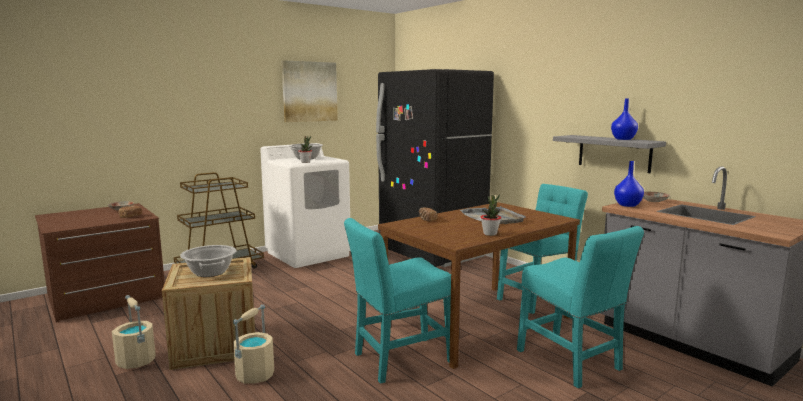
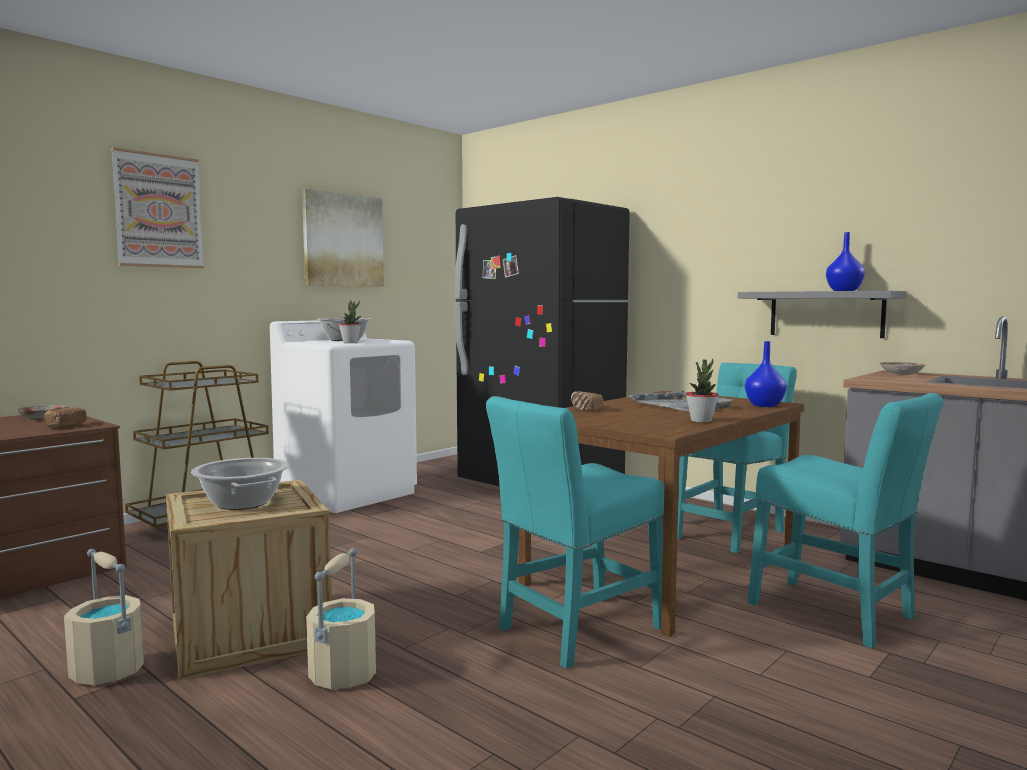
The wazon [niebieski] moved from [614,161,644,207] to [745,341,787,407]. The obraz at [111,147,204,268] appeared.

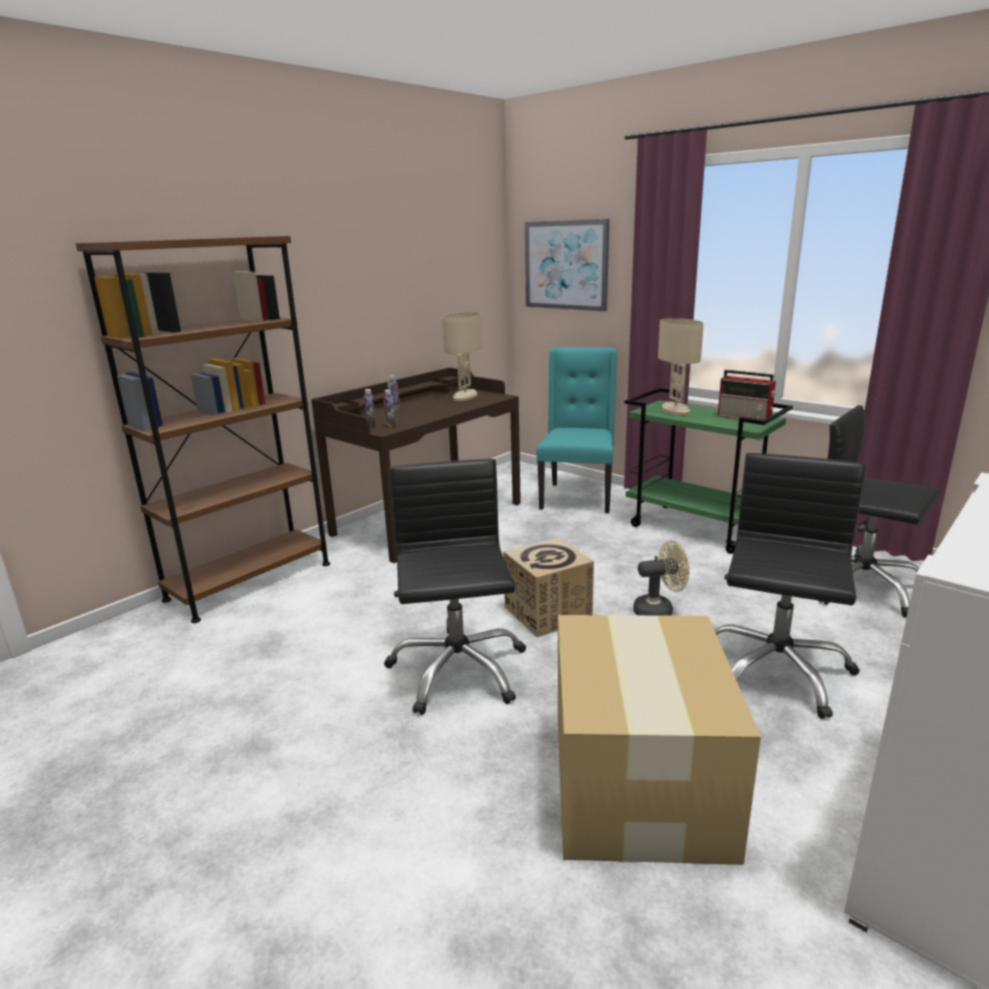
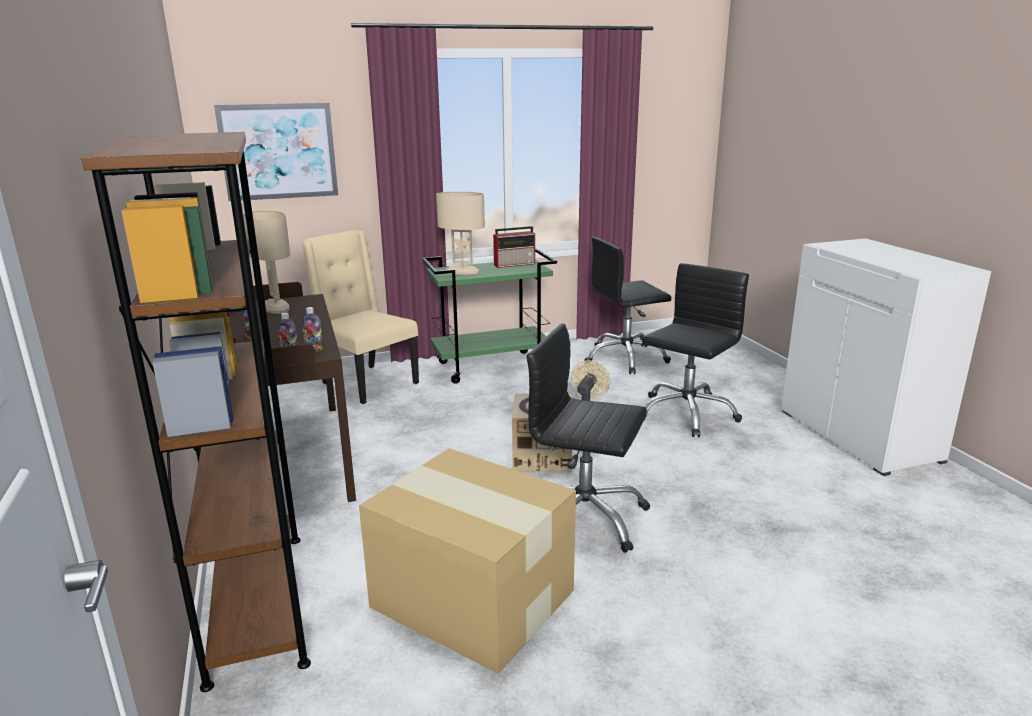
The krzesło [turkusowy] at [537,347,617,513] became the krzesło [beżowy] at [302,230,419,404]. The karton moved from [558,615,761,865] to [359,448,576,674]. The krzesło biurowe [czarny] at [715,453,866,719] turned 75 degrees clockwise.

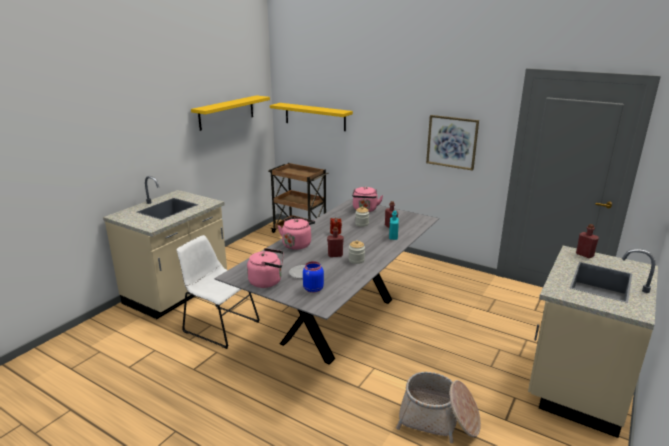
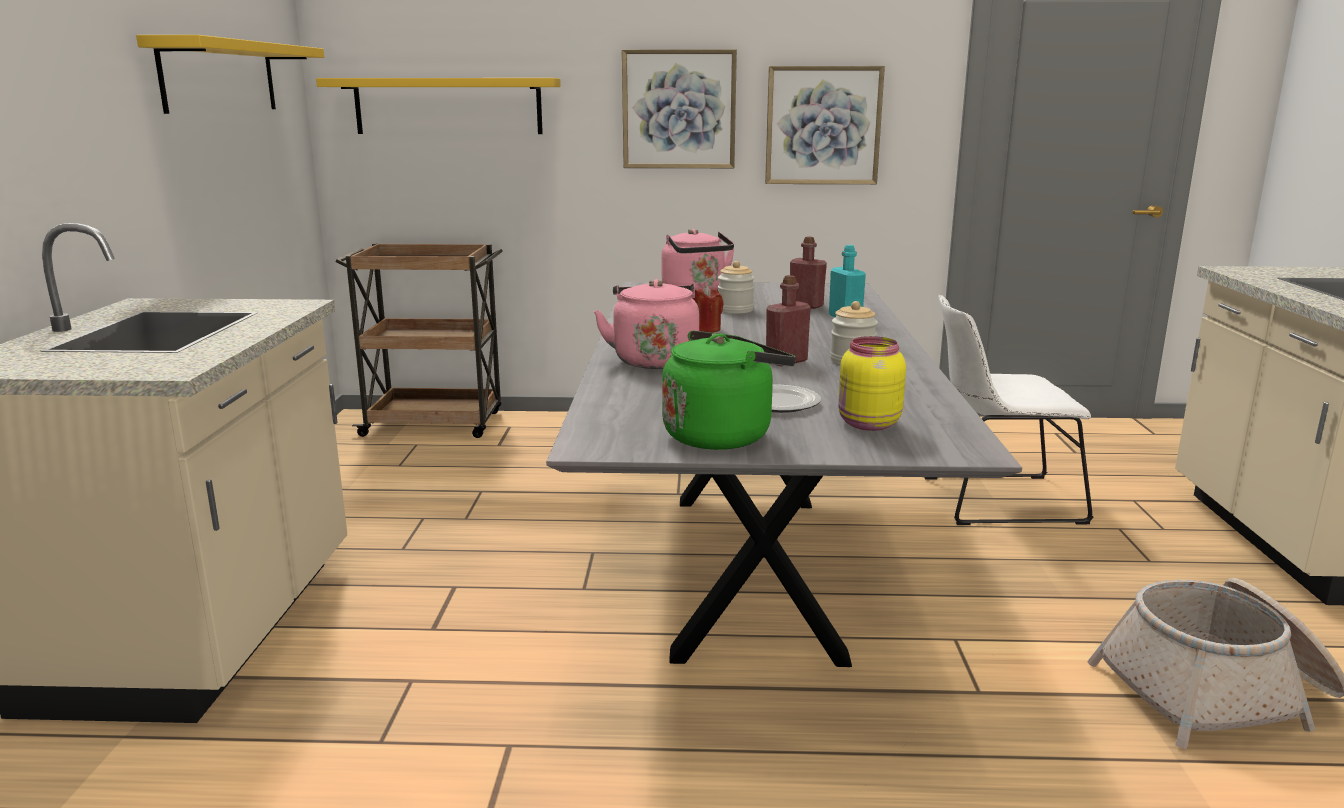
The krzesło [biały] moved from [177,235,260,349] to [925,295,1093,525]. The czajnik [różowy] at [247,248,284,288] became the czajnik [zielony] at [662,330,796,450]. The słoik [niebieski] at [303,261,324,293] became the słoik [żółty] at [838,336,906,431]. The butelka [czerwony] at [576,224,599,258] disappeared. The obraz at [622,49,737,168] appeared.

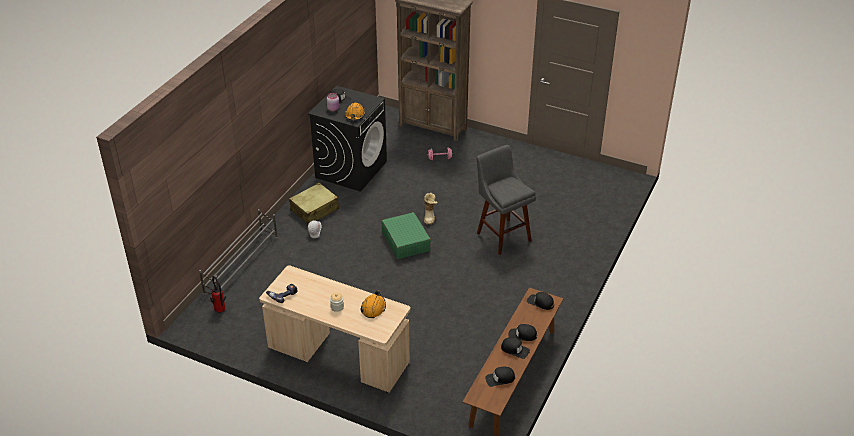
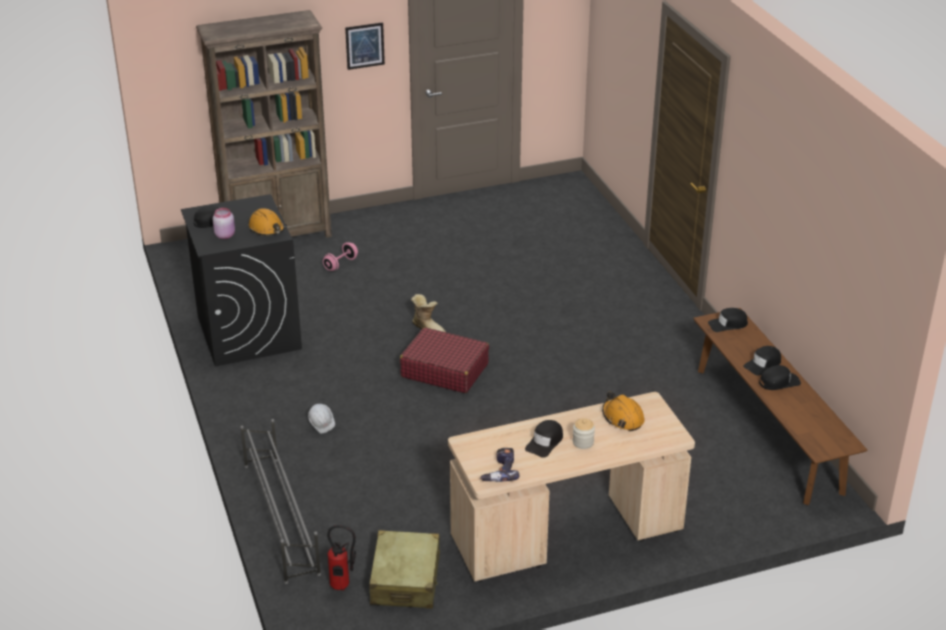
The walizka [beżowy] moved from [289,183,339,224] to [370,530,440,609]. The walizka [zielony] at [381,212,431,259] became the walizka [czerwony] at [400,327,489,393]. The stołek [szary] at [477,145,536,255] disappeared. The czapka z daszkiem [czarny] moved from [485,367,515,387] to [525,420,563,458]. The obraz at [345,22,385,70] appeared.

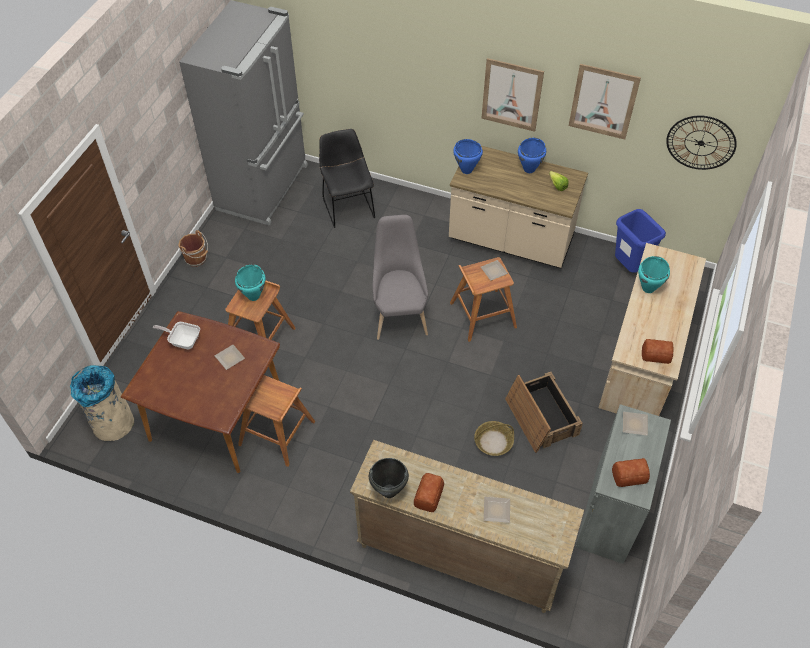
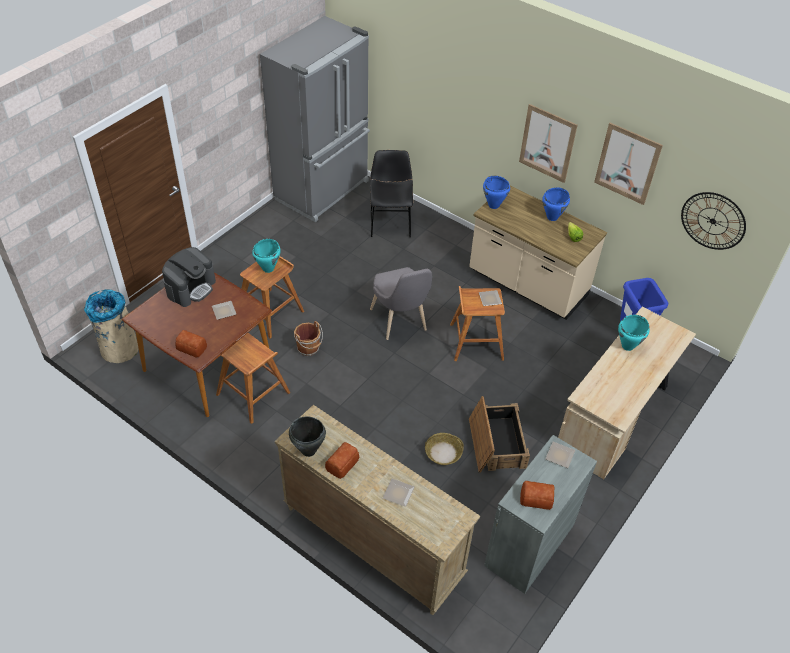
The patelnia at [153,322,200,350] was replaced by the ekspres do kawy at [162,247,216,307]. The wiadro [brązowy] moved from [178,230,208,267] to [294,321,323,356]. The krzesło [szary] at [373,215,428,340] turned 150 degrees clockwise. The chleb moved from [642,339,674,364] to [175,330,207,357].

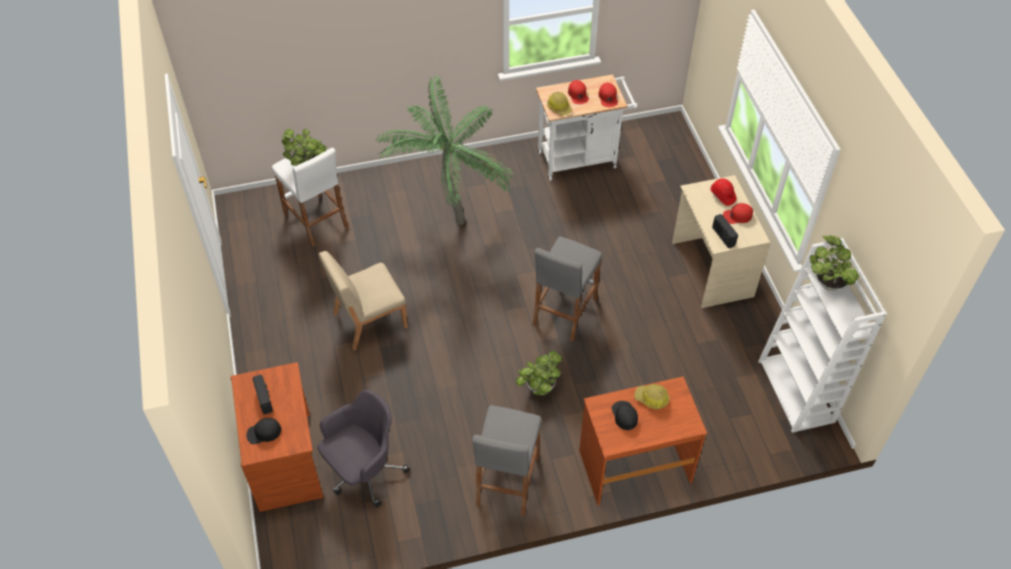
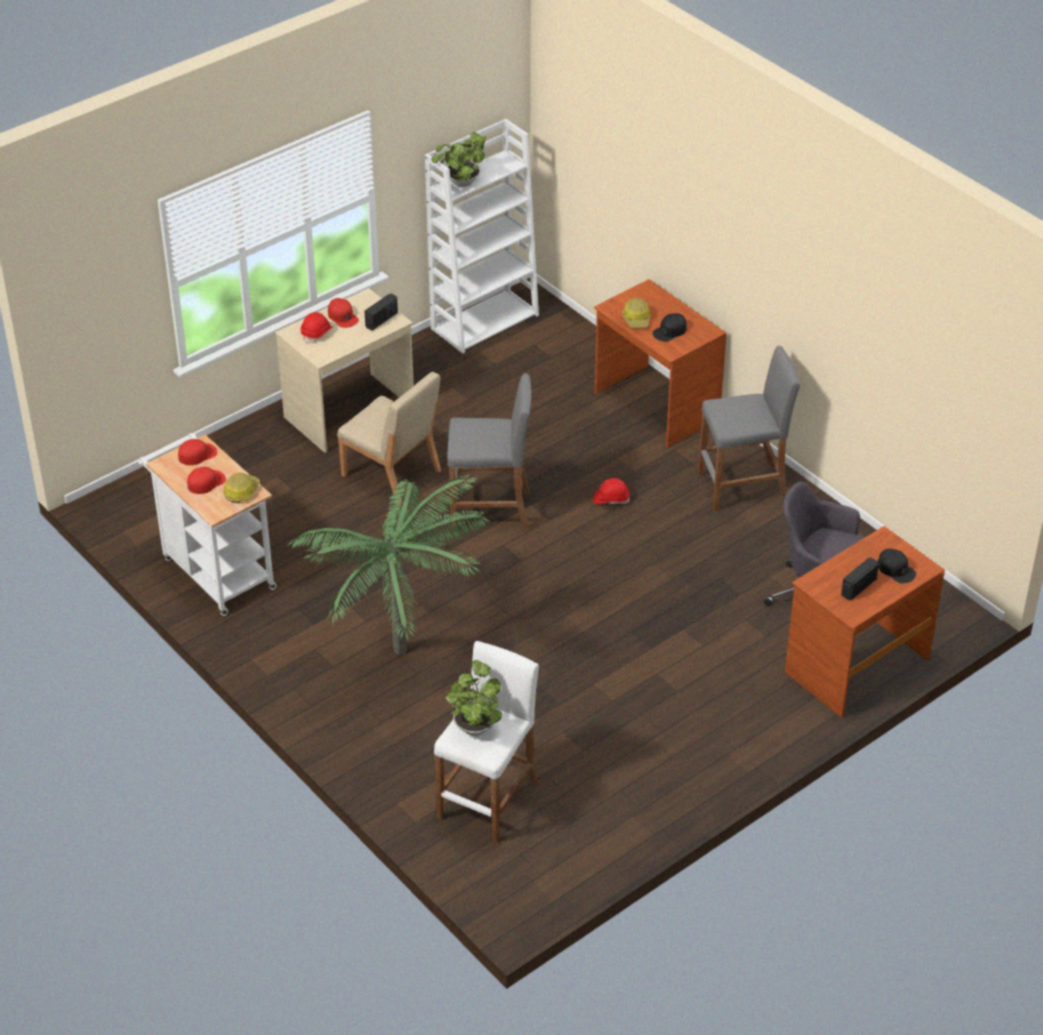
The krzesło [beżowy] moved from [318,251,408,350] to [337,372,441,505]. The roślina doniczkowa at [516,350,562,395] was replaced by the kask [czerwony] at [593,478,630,505].

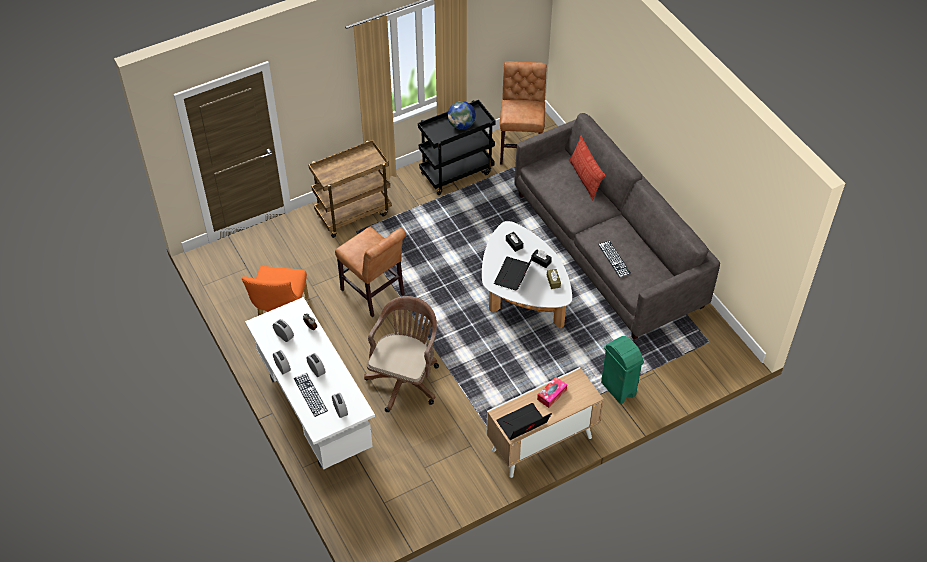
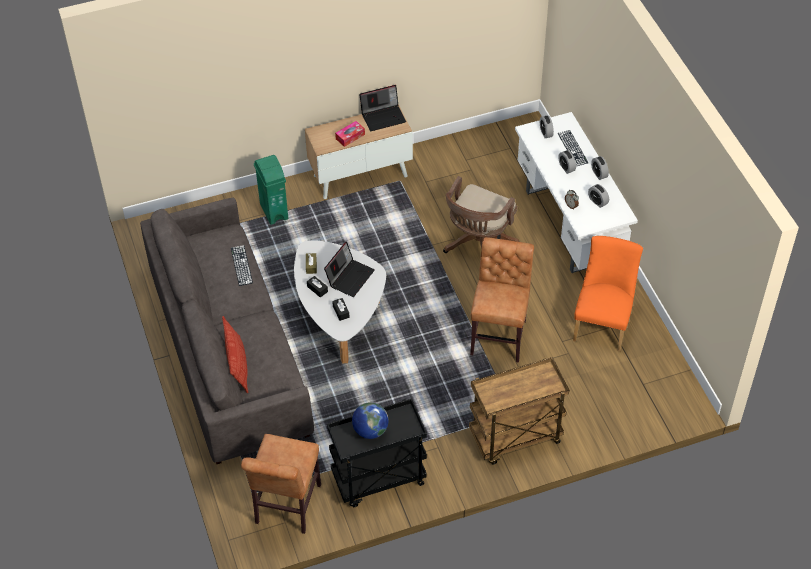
The krzesło [brązowy] at [335,226,406,317] turned 45 degrees clockwise.

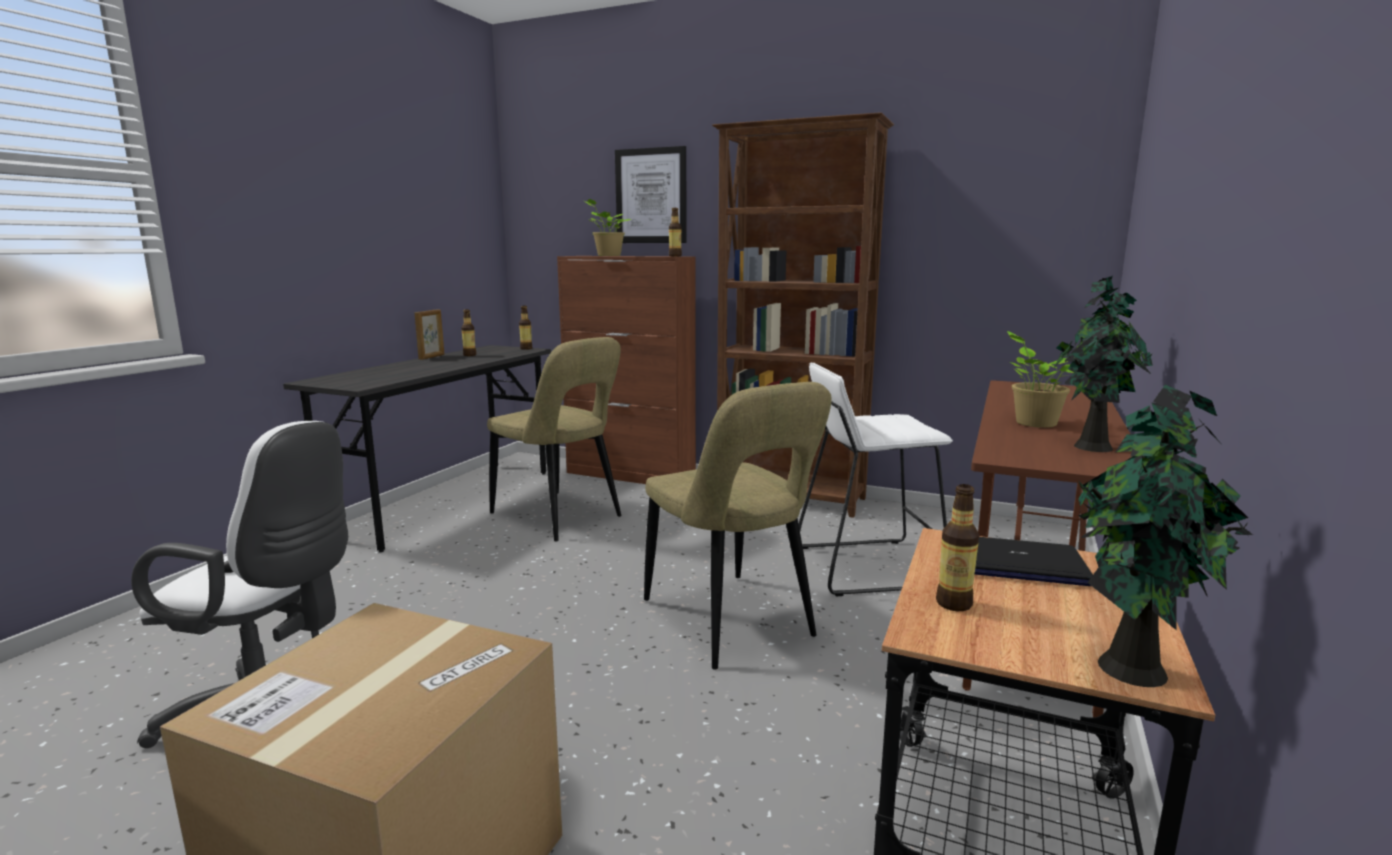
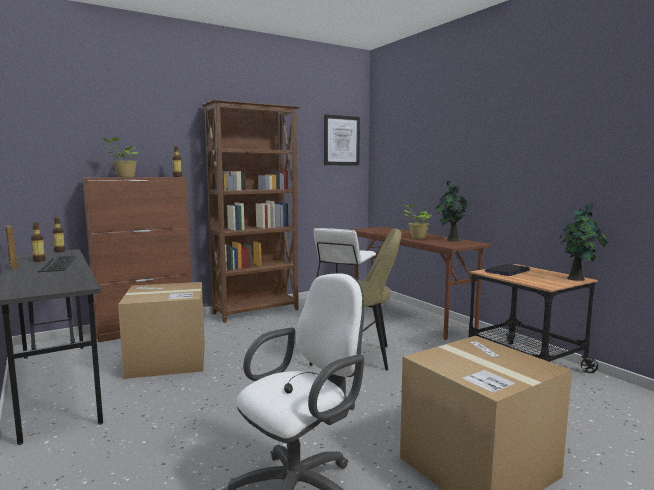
The krzesło [beżowy] at [487,337,622,541] was replaced by the karton at [118,282,205,379]. The obraz moved from [615,146,687,243] to [324,115,360,166]. The butelka at [936,484,979,611] disappeared. The klawiatura at [38,256,76,272] appeared.

